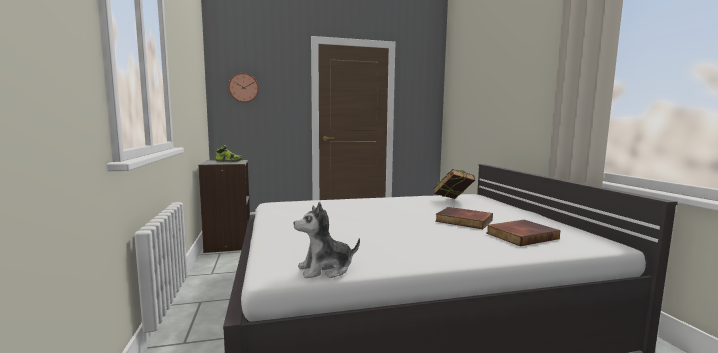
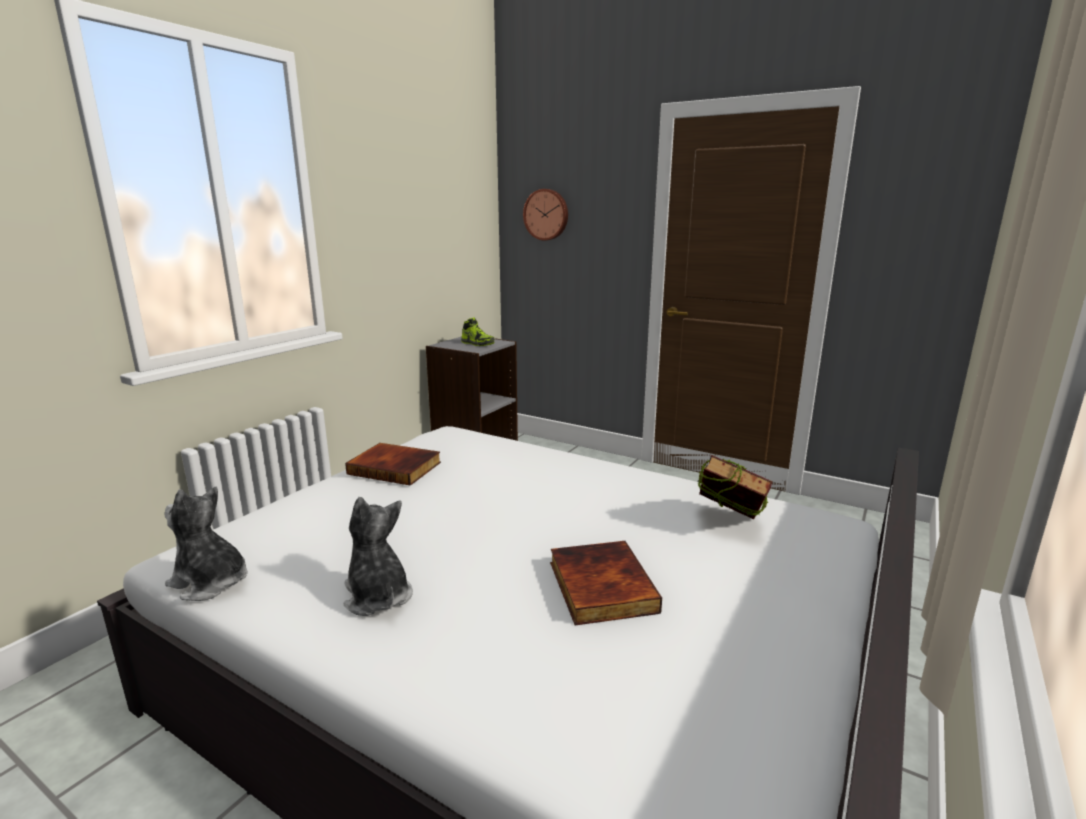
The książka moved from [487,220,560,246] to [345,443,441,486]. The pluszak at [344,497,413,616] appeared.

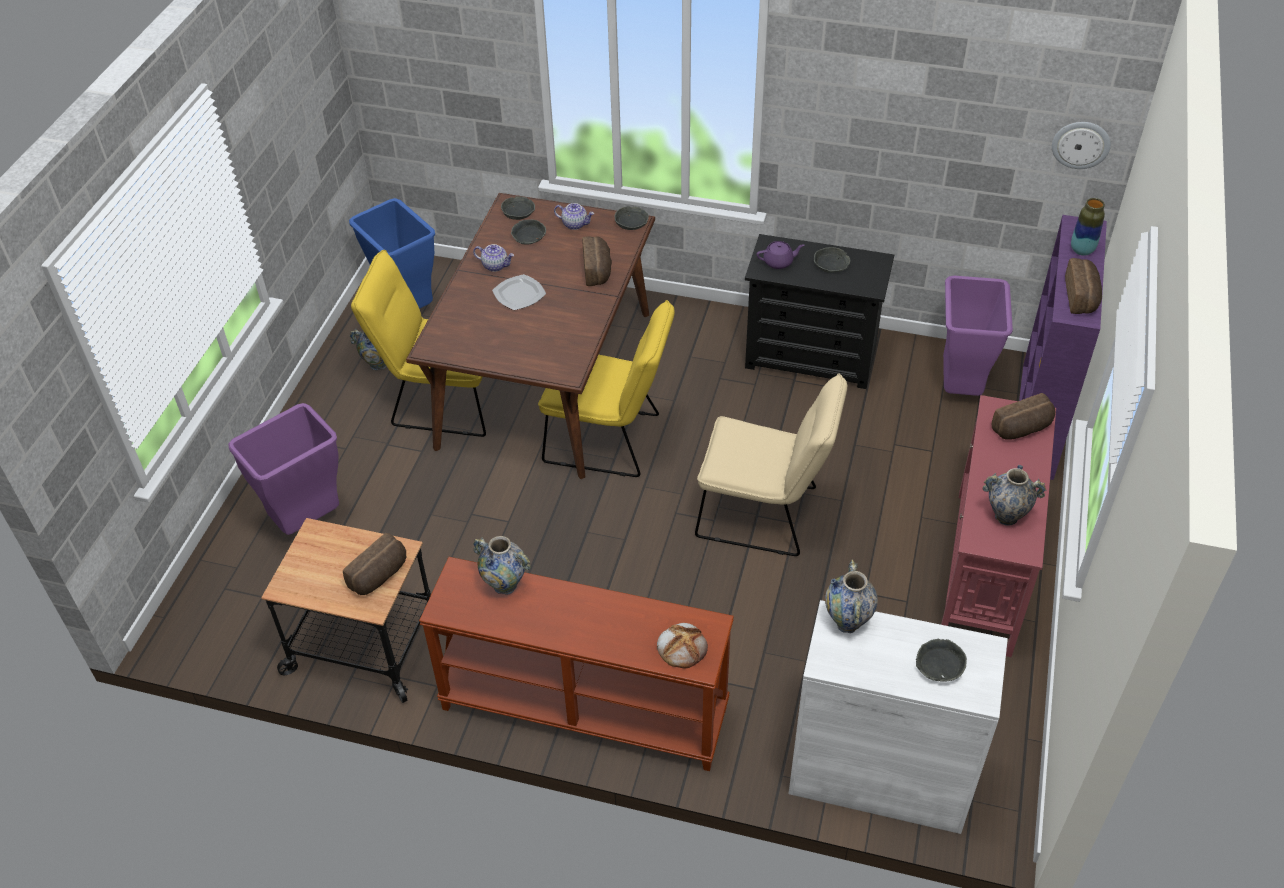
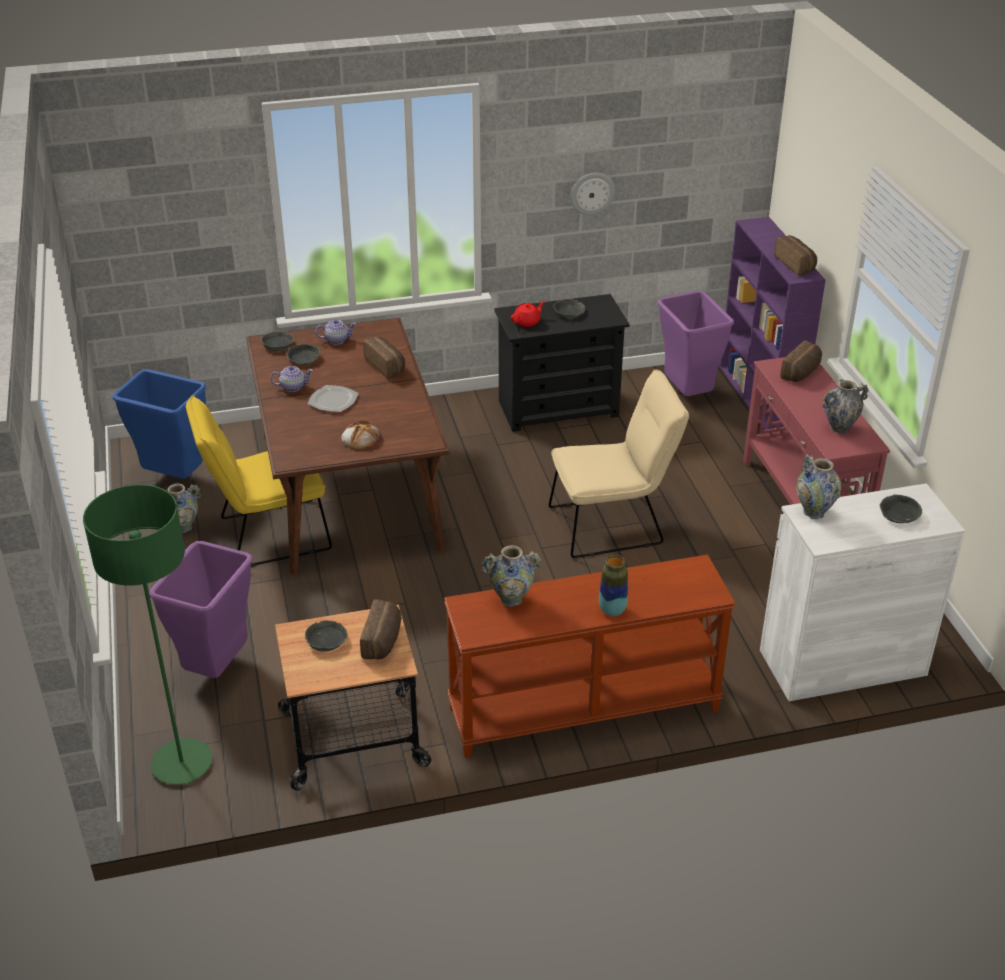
The krzesło [żółty] at [538,300,675,477] disappeared. The miska [szary] moved from [614,206,649,230] to [305,620,348,652]. The chleb moved from [657,623,708,668] to [341,420,381,450]. The imbryk [fioletowy] at [757,241,804,269] became the imbryk [czerwony] at [511,301,545,327]. The zegar ścienny moved from [1052,122,1111,169] to [571,173,615,215]. The wazon moved from [1071,198,1105,256] to [599,555,628,616]. The lampa stojąca [zielony] at [83,484,212,785] appeared.

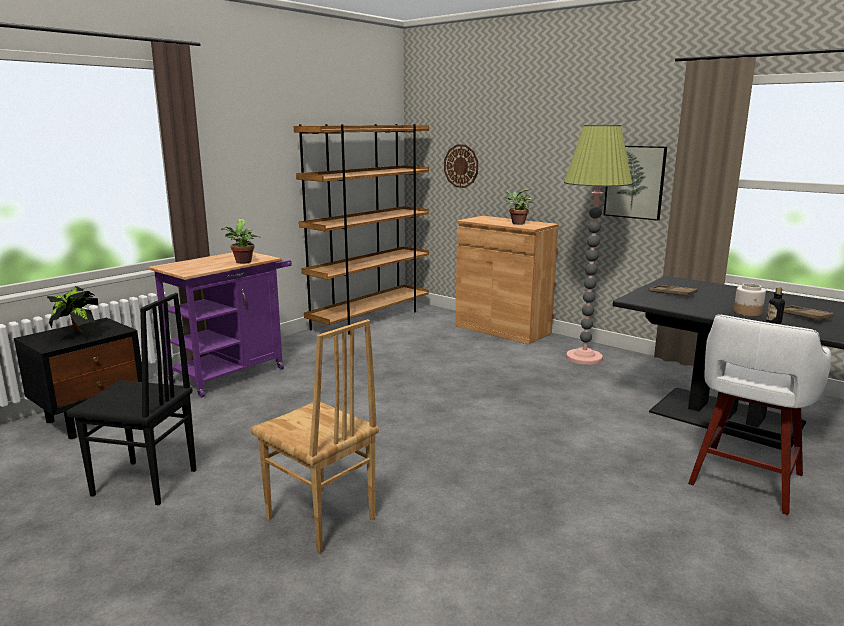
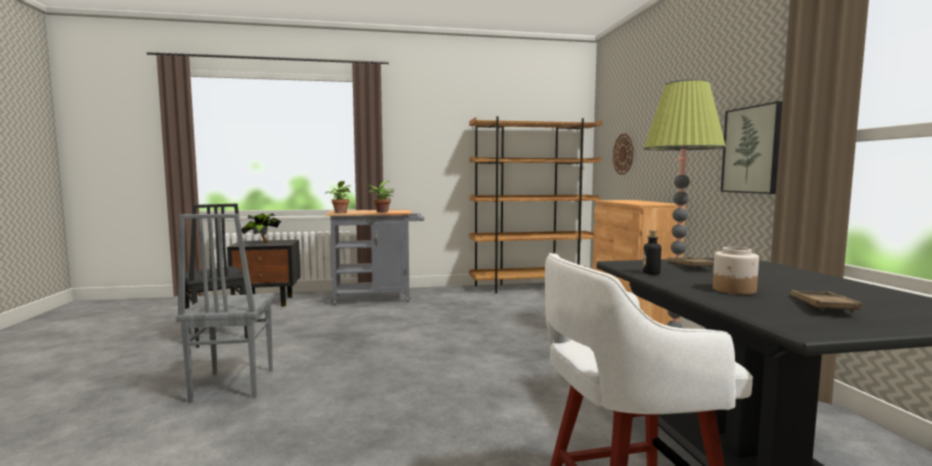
The wózek [fioletowy] at [148,252,292,398] became the wózek [szary] at [326,210,424,306]. The krzesło [brązowy] at [251,319,379,553] became the krzesło [szary] at [176,214,275,403]. The roślina doniczkowa moved from [505,189,532,225] to [325,181,350,213]. The butelka moved from [766,287,785,324] to [643,230,661,275].

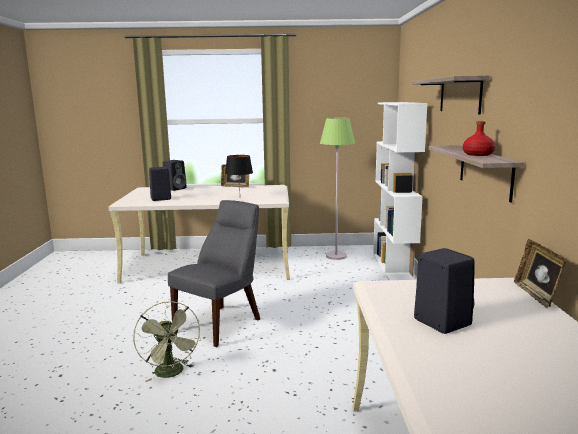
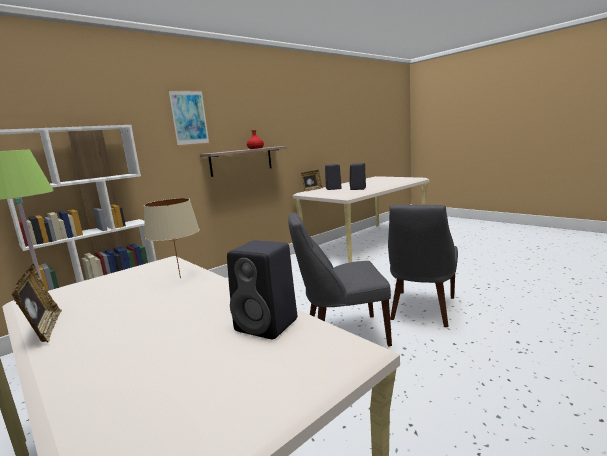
The wentylator [zielony] at [133,301,201,382] was replaced by the krzesło [szary] at [388,205,458,327]. The głośnik [czarny] moved from [163,160,187,191] to [325,164,342,190]. The lampa stołowa [czarny] at [225,155,253,188] became the lampa stołowa [beżowy] at [144,198,200,278]. The półka at [412,75,489,114] was replaced by the obraz at [168,90,209,146].

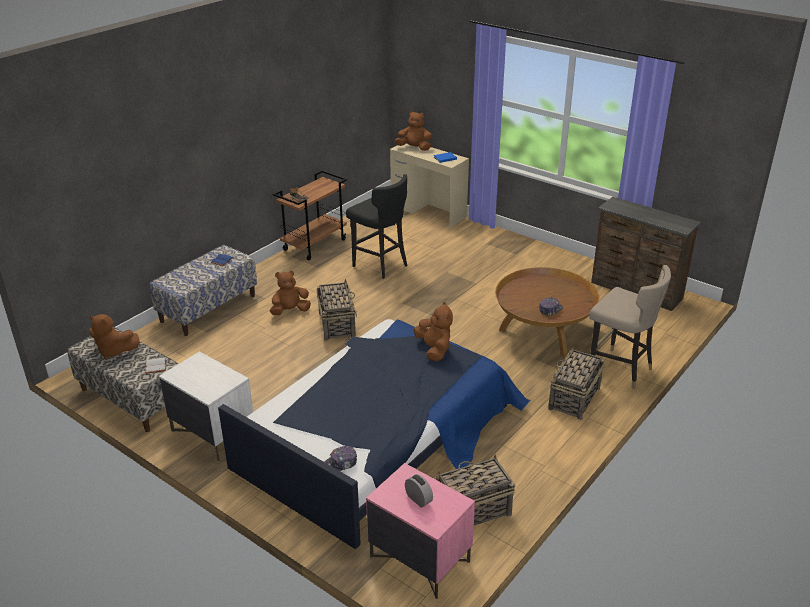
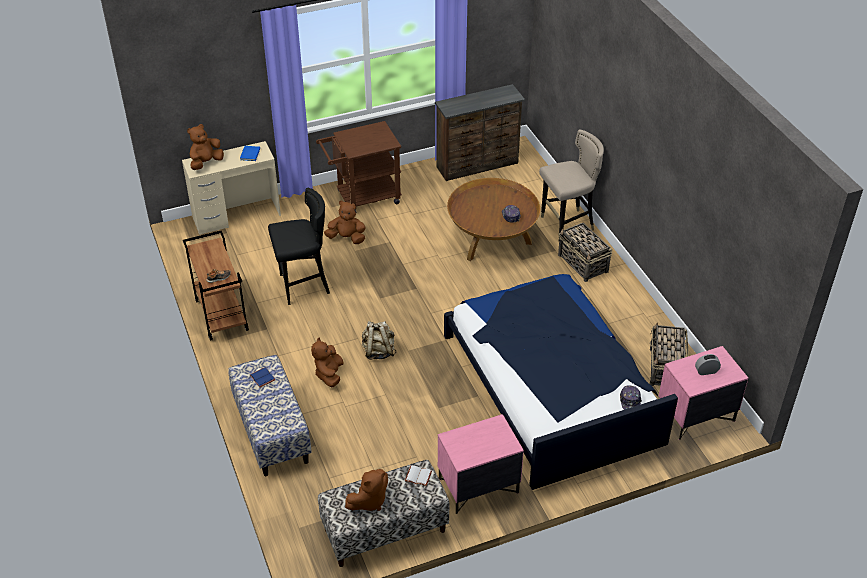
The szafka nocna [biały] at [159,351,253,461] became the szafka nocna [różowy] at [438,414,524,514]. The koszyk at [317,279,357,341] was replaced by the plecak [beżowy] at [362,321,396,360]. The pluszak [brązowy] moved from [414,302,453,361] to [324,200,366,244]. The wózek [brązowy] at [316,121,402,213] appeared.

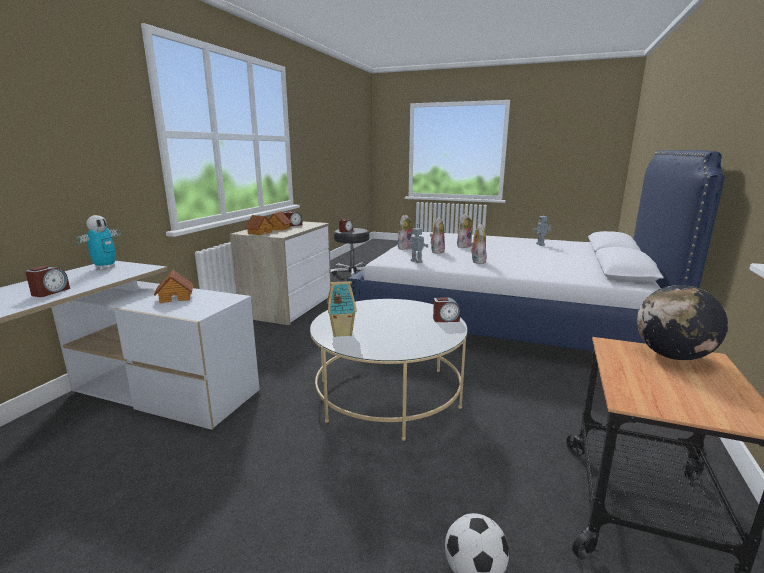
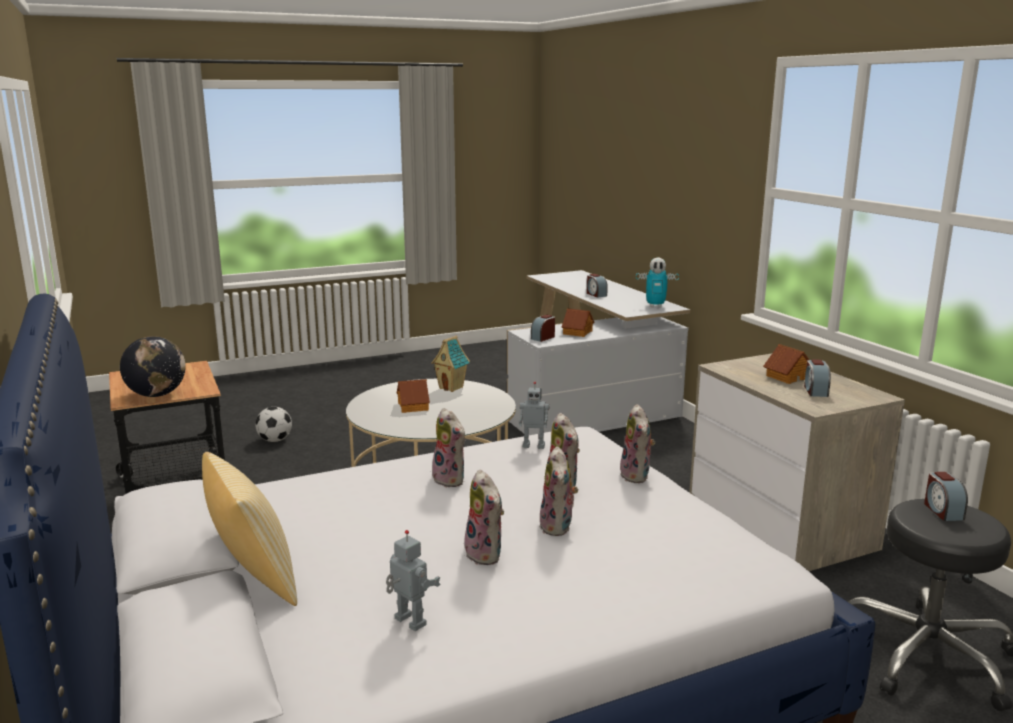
The robot zabawkowy at [76,215,120,269] turned 60 degrees counterclockwise. The domek moved from [245,215,274,235] to [397,379,430,413]. The budzik moved from [433,297,460,322] to [531,315,555,342]. The poduszka at [202,452,297,606] appeared. The pluszak at [464,469,504,565] appeared.

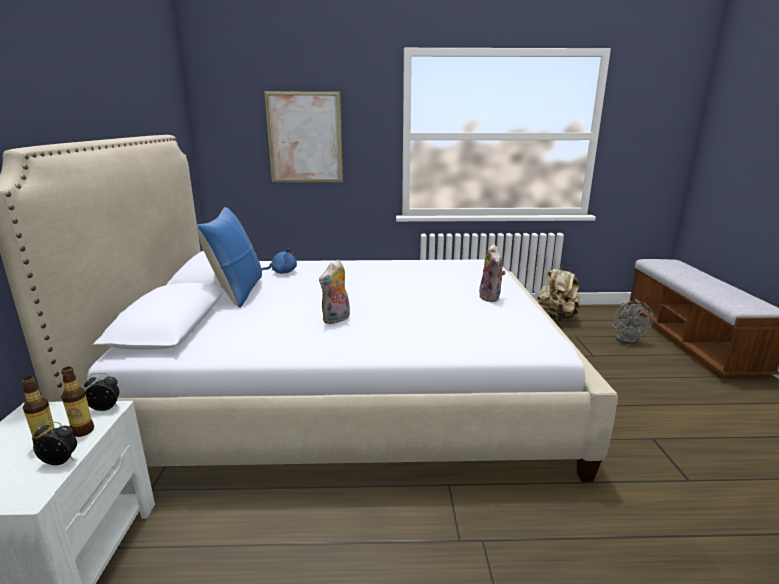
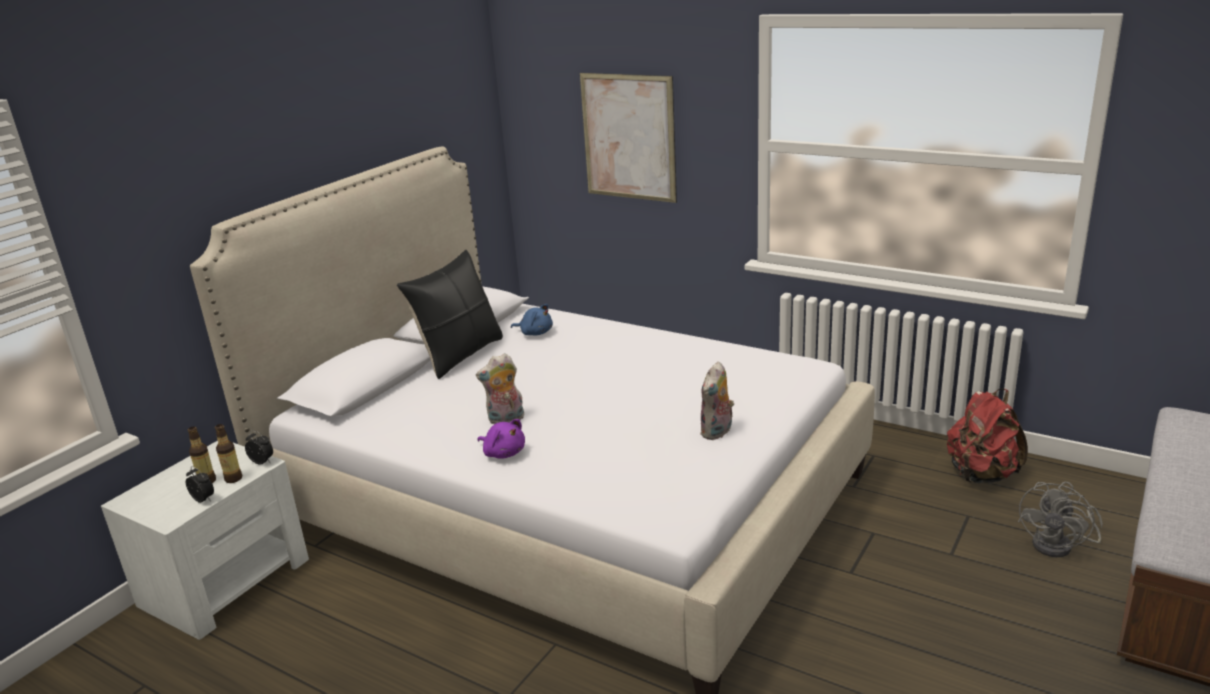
The poduszka [niebieski] at [197,207,262,308] became the poduszka [czarny] at [397,250,503,379]. The plecak [beżowy] at [537,264,580,321] became the plecak [czerwony] at [947,389,1028,483]. The pluszak [fioletowy] at [478,419,525,459] appeared.

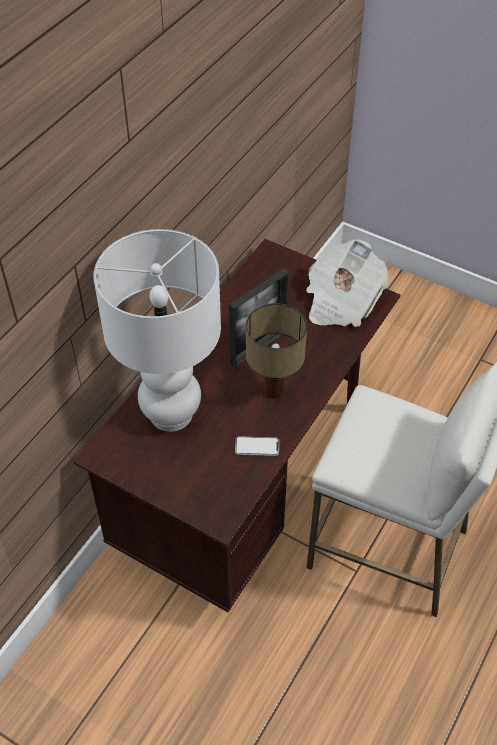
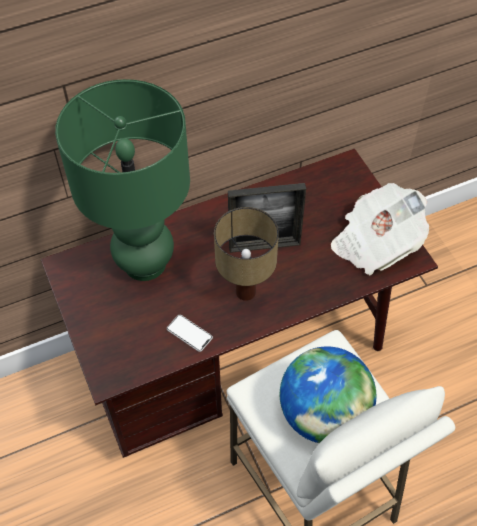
The lampa stołowa [biały] at [93,229,221,432] became the lampa stołowa [zielony] at [55,79,190,281]. The globus at [280,346,376,443] appeared.

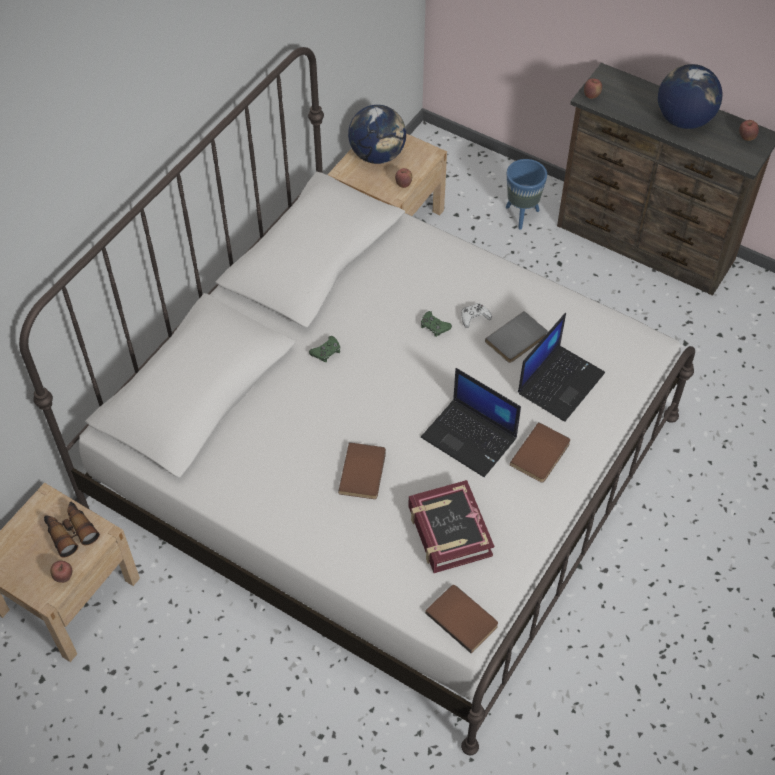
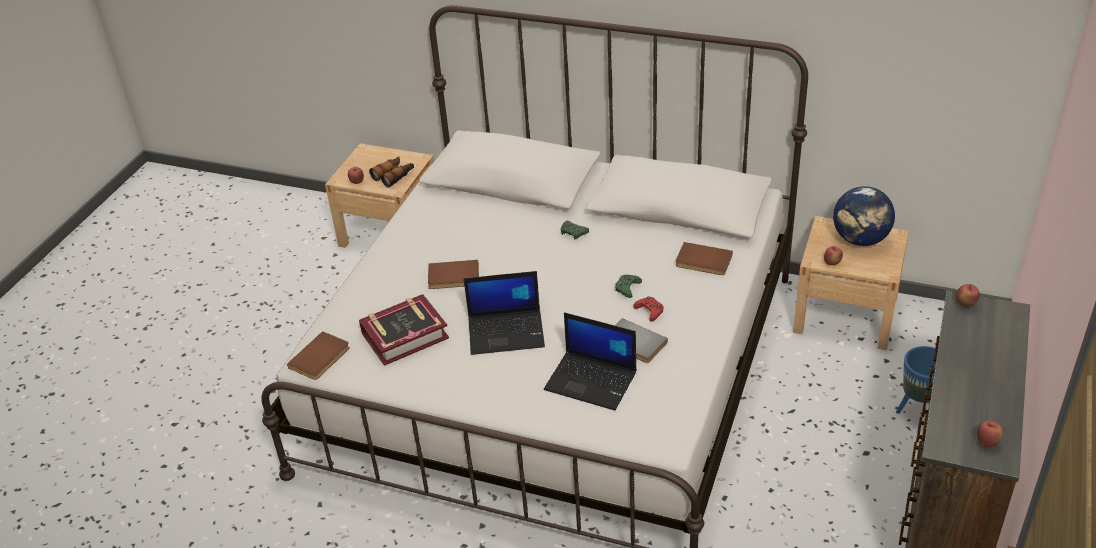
The laptop at [421,368,521,477] turned 120 degrees counterclockwise. The pad do gier [biały] at [461,303,492,328] became the pad do gier [czerwony] at [633,296,664,321]. The książka [brązowy] moved from [510,422,570,483] to [676,242,733,275]. The globus at [658,64,722,129] disappeared.

